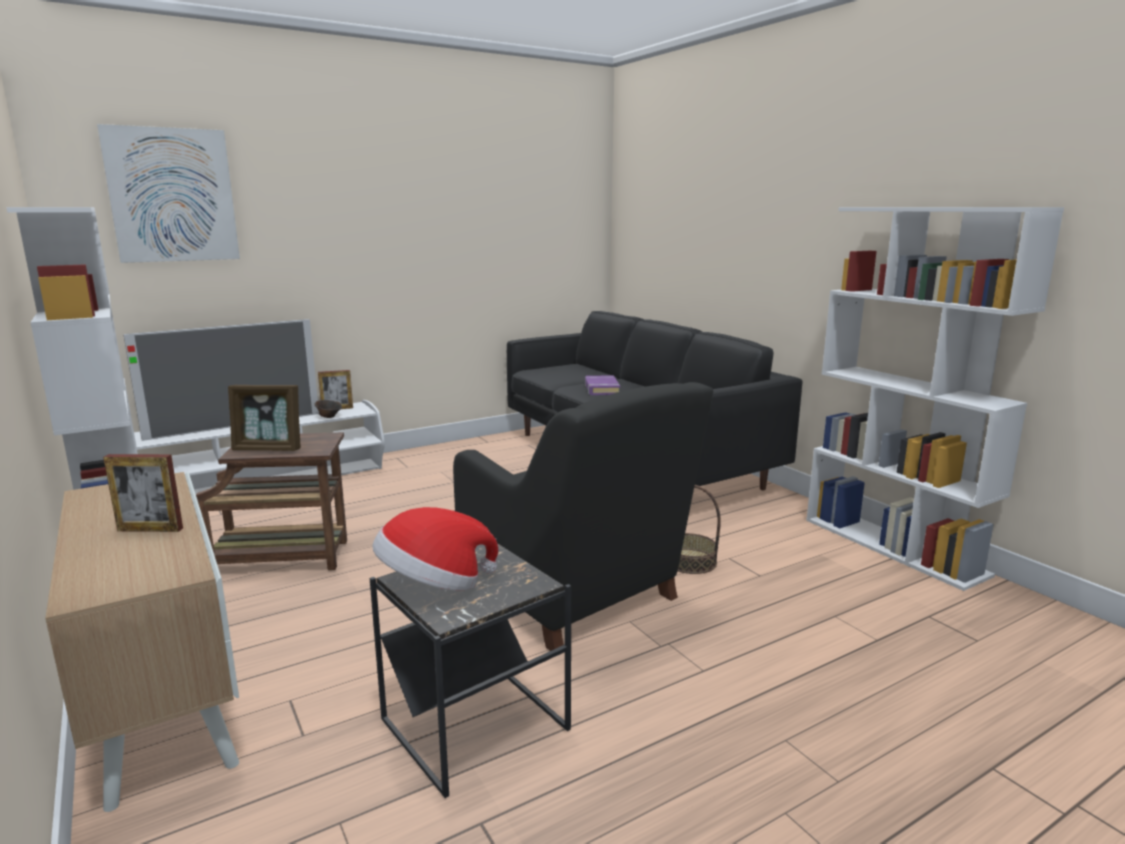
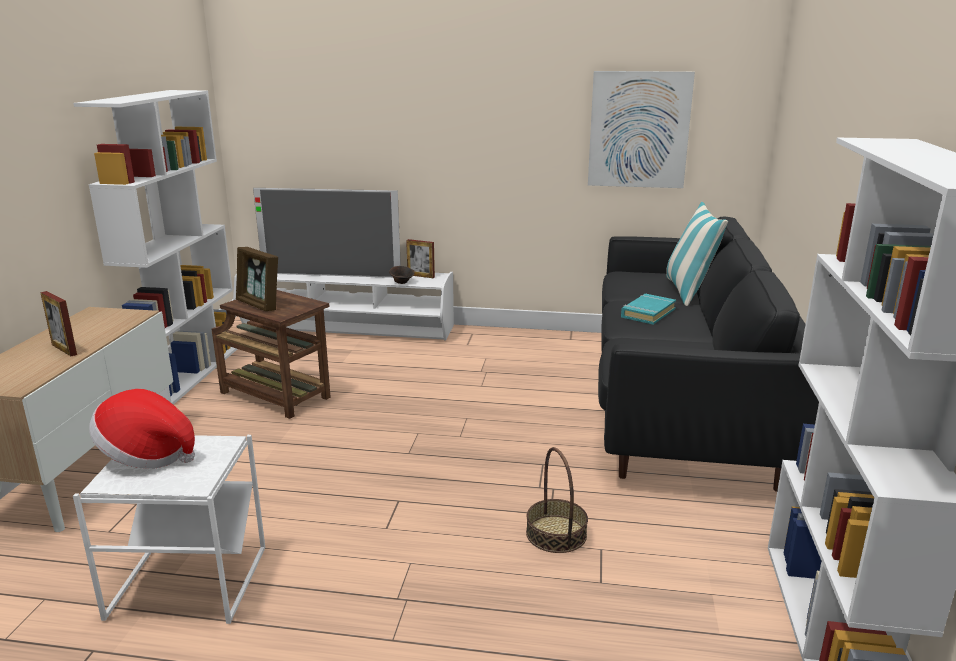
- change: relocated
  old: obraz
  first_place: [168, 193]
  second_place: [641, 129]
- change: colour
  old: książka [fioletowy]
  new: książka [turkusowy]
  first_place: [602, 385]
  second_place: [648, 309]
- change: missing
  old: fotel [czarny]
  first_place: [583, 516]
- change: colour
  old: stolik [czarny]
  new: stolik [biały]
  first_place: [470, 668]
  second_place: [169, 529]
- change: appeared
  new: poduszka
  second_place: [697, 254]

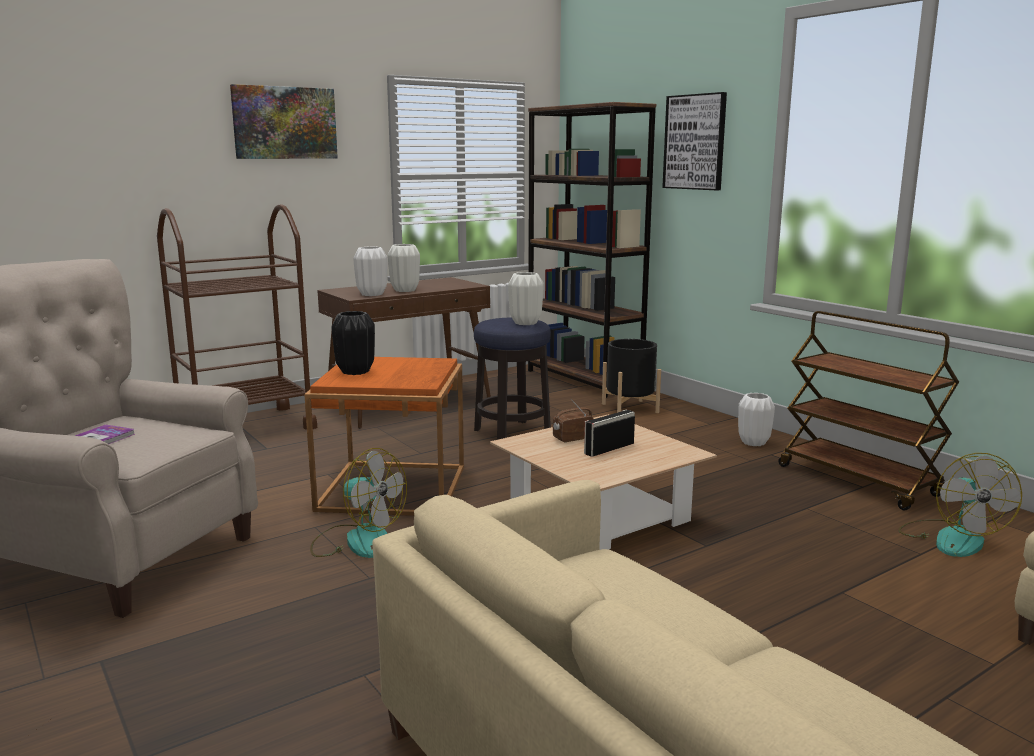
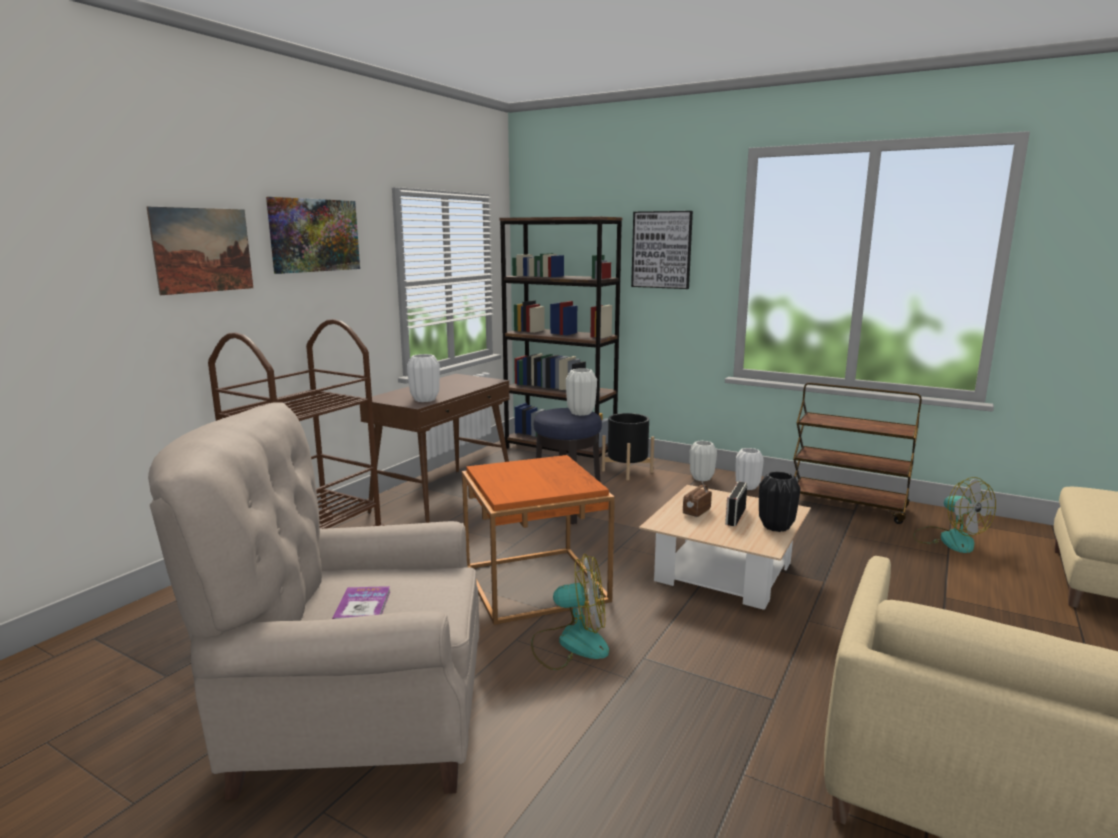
- change: relocated
  old: wazon [biały]
  first_place: [404, 268]
  second_place: [703, 461]
- change: relocated
  old: wazon [czarny]
  first_place: [353, 343]
  second_place: [780, 501]
- change: appeared
  new: obraz
  second_place: [200, 251]

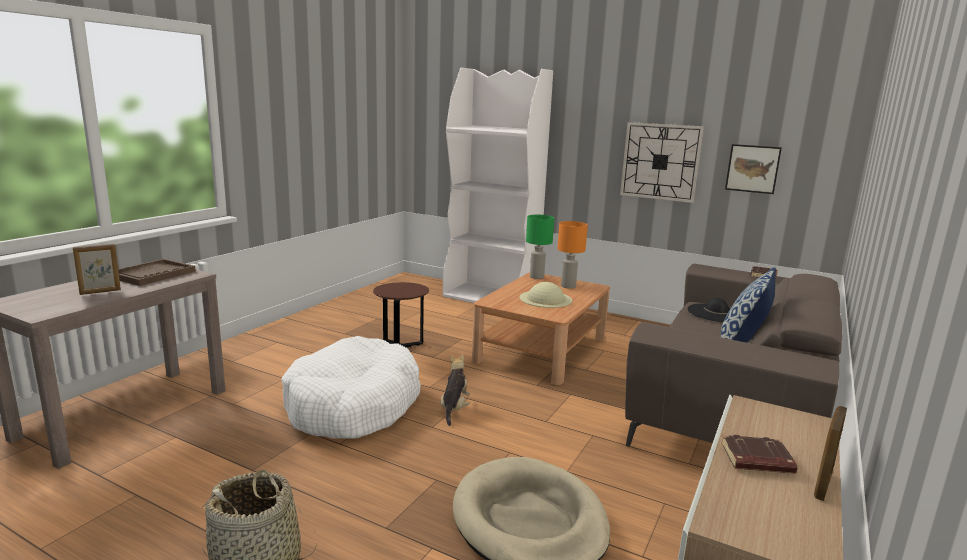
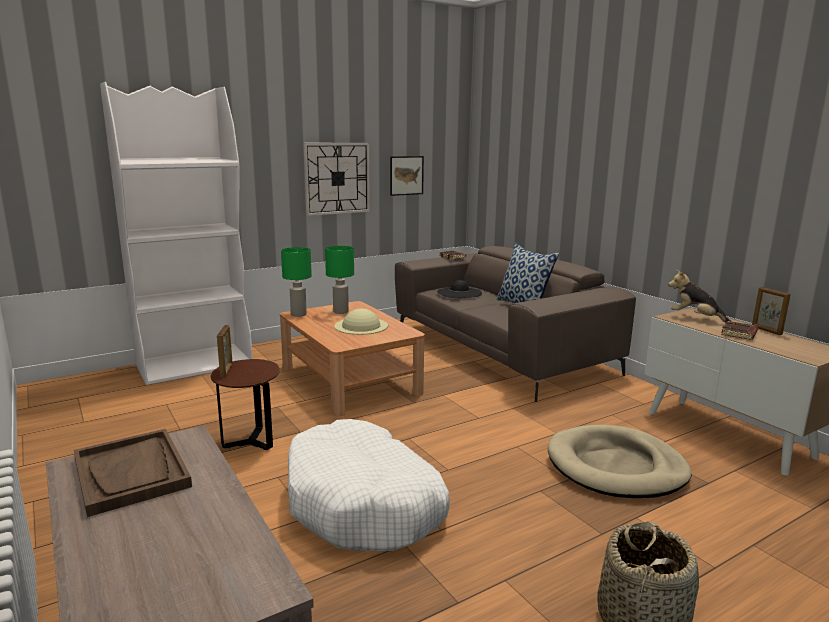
- change: colour
  old: lampa stołowa [pomarańczowy]
  new: lampa stołowa [zielony]
  first_place: [572, 255]
  second_place: [339, 280]
- change: relocated
  old: ramka na zdjęcie
  first_place: [97, 269]
  second_place: [225, 351]
- change: relocated
  old: pluszak
  first_place: [455, 390]
  second_place: [700, 296]

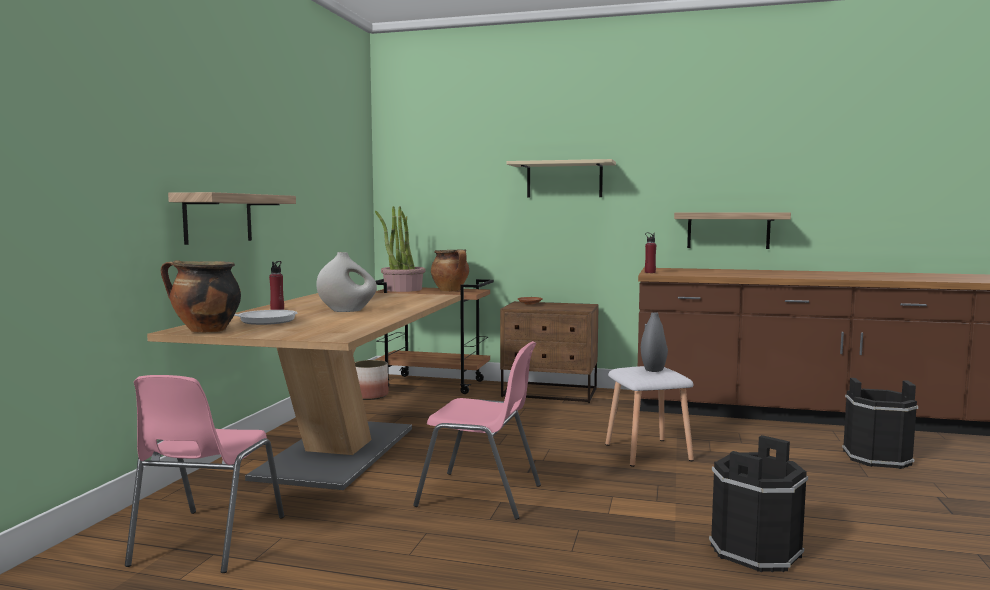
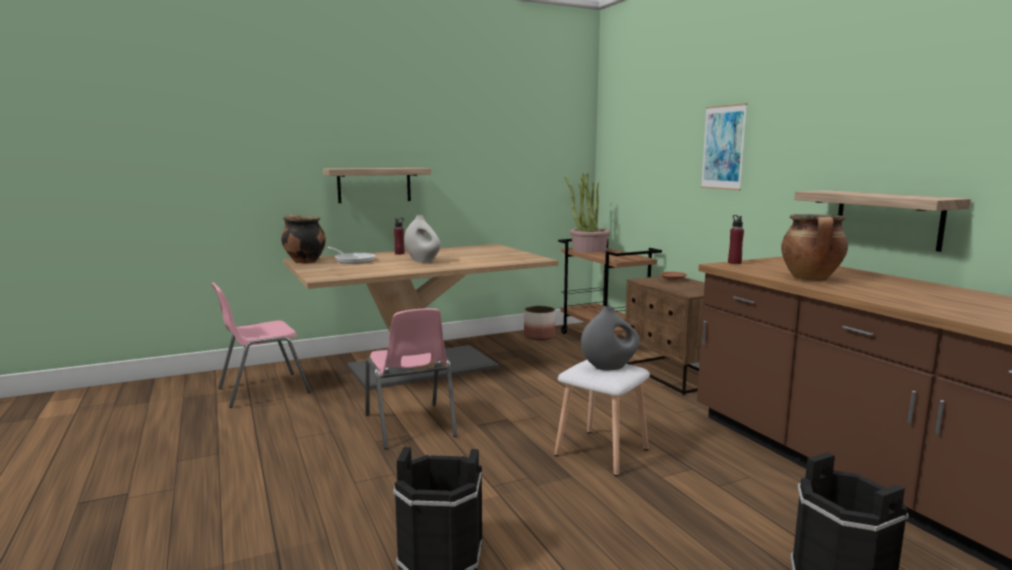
- change: exchanged
  old: półka [beżowy]
  new: obraz
  first_place: [561, 178]
  second_place: [724, 146]
- change: relocated
  old: garnek
  first_place: [450, 270]
  second_place: [814, 247]

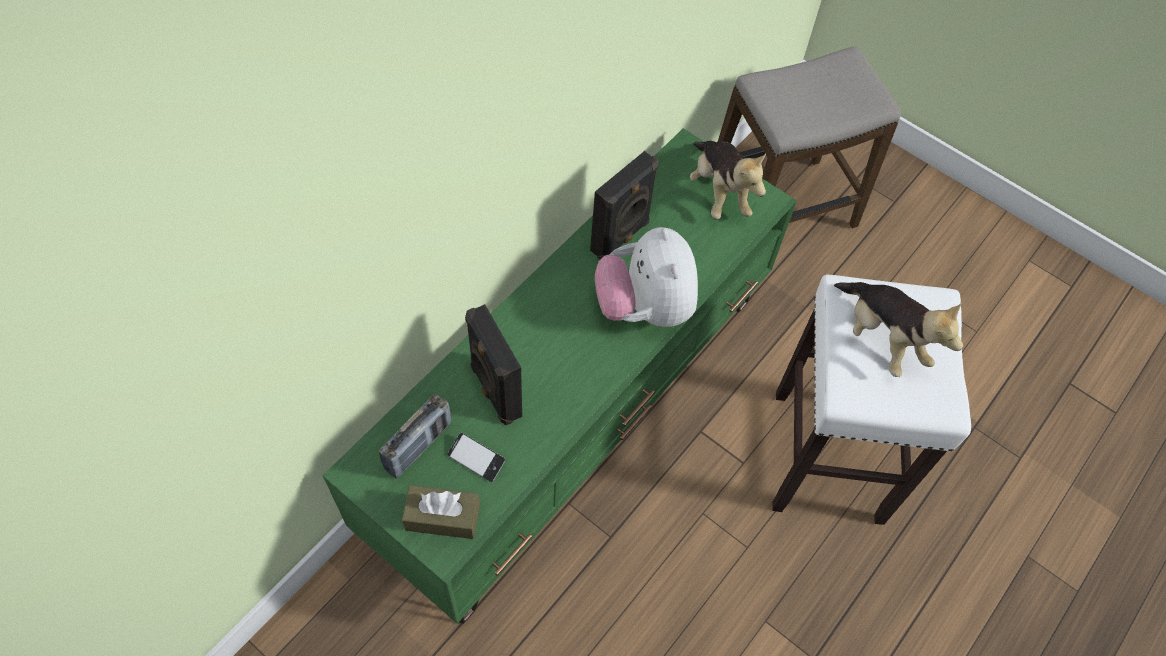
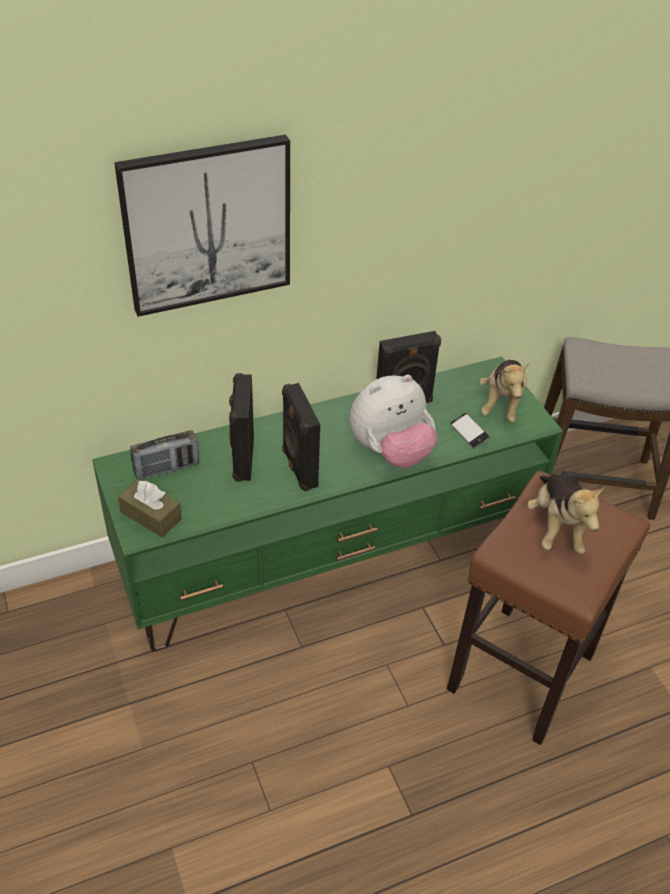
- change: spun
  old: pluszak
  first_place: [646, 277]
  second_place: [393, 421]
  degrees: -135
- change: colour
  old: stołek [biały]
  new: stołek [brązowy]
  first_place: [871, 400]
  second_place: [548, 608]
- change: relocated
  old: telefon
  first_place: [476, 457]
  second_place: [470, 431]
- change: appeared
  new: obraz
  second_place: [202, 225]
- change: appeared
  new: głośnik [czarny]
  second_place: [301, 437]

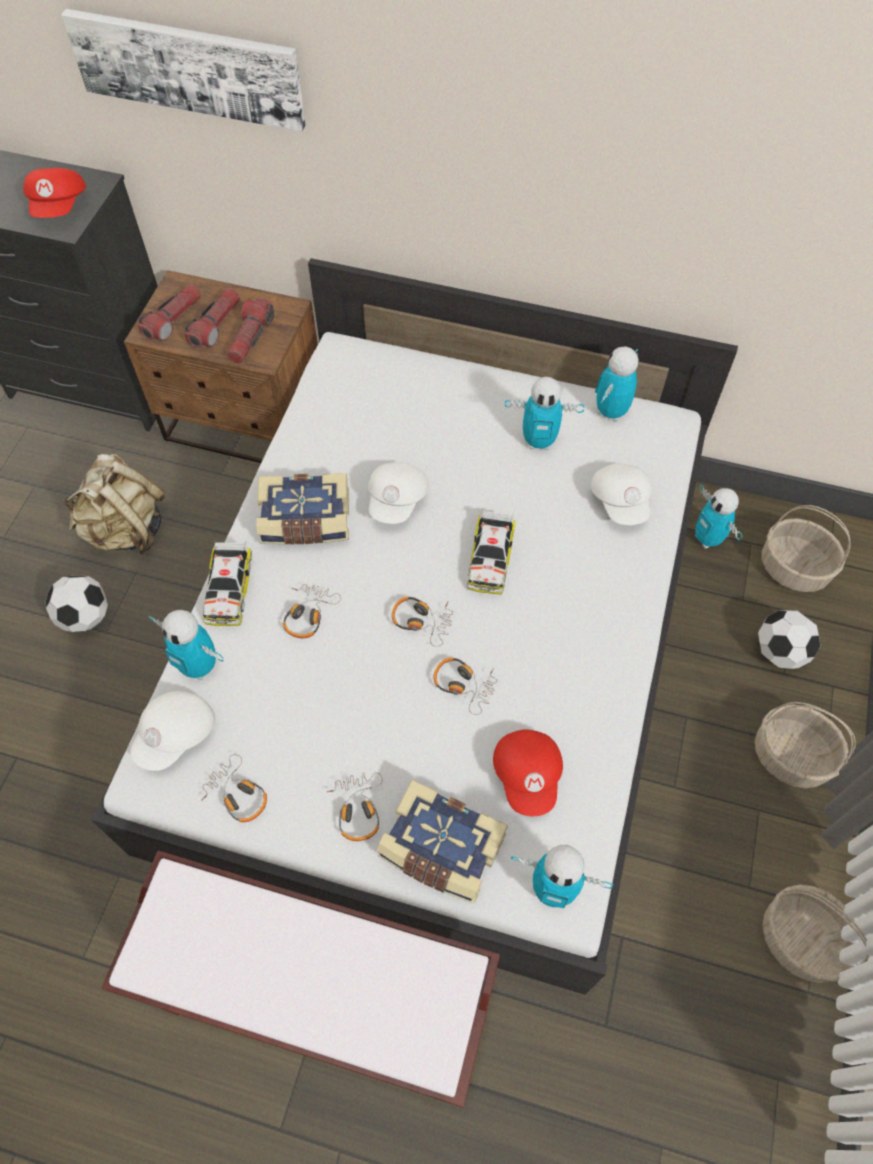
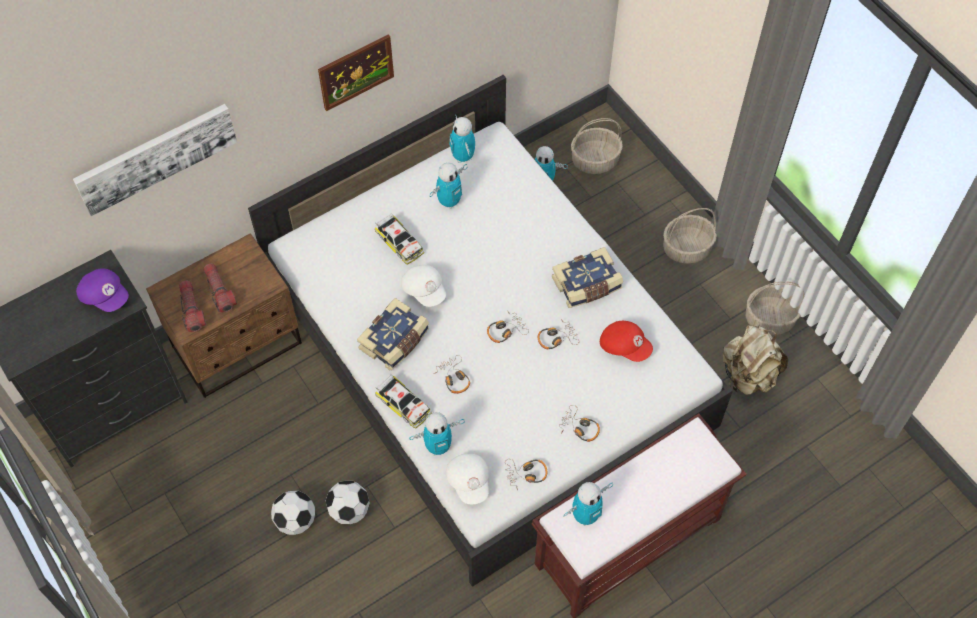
- change: colour
  old: czapka z daszkiem [czerwony]
  new: czapka z daszkiem [fioletowy]
  first_place: [54, 193]
  second_place: [102, 290]
- change: missing
  old: latarka
  first_place: [250, 331]
- change: relocated
  old: plecak [beżowy]
  first_place: [114, 504]
  second_place: [755, 360]
- change: missing
  old: czapka z daszkiem [biały]
  first_place: [621, 494]
- change: relocated
  old: samochodzik
  first_place: [492, 553]
  second_place: [399, 238]
- change: relocated
  old: piłka futbolowa
  first_place: [789, 639]
  second_place: [348, 502]
- change: relocated
  old: książka
  first_place: [442, 842]
  second_place: [587, 277]
- change: relocated
  old: robot zabawkowy
  first_place: [562, 876]
  second_place: [588, 504]
- change: appeared
  new: obraz
  second_place: [356, 72]

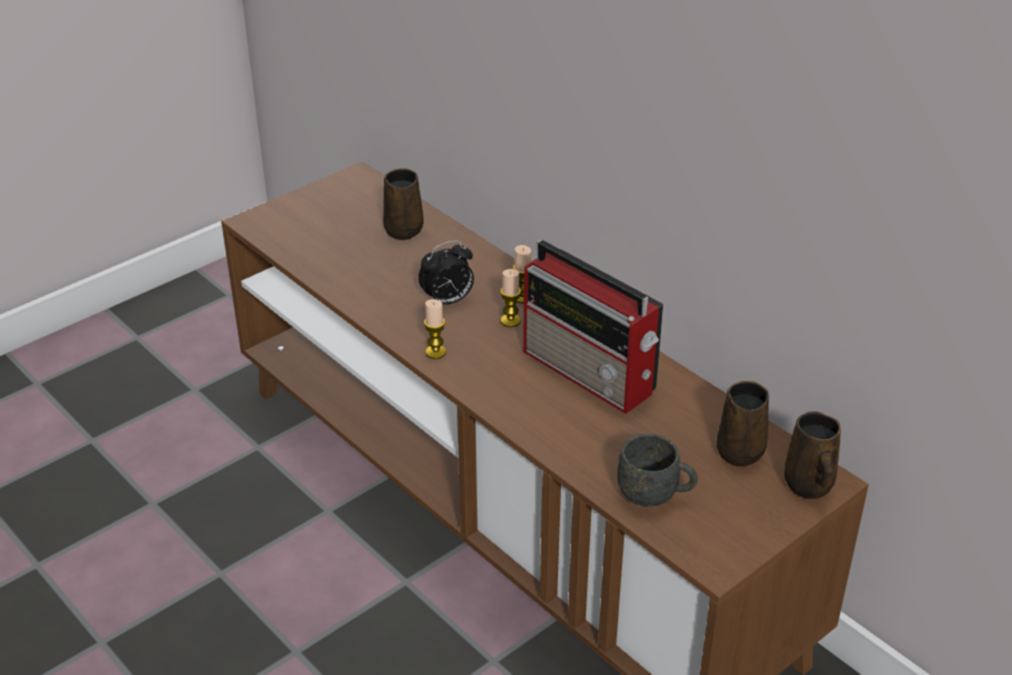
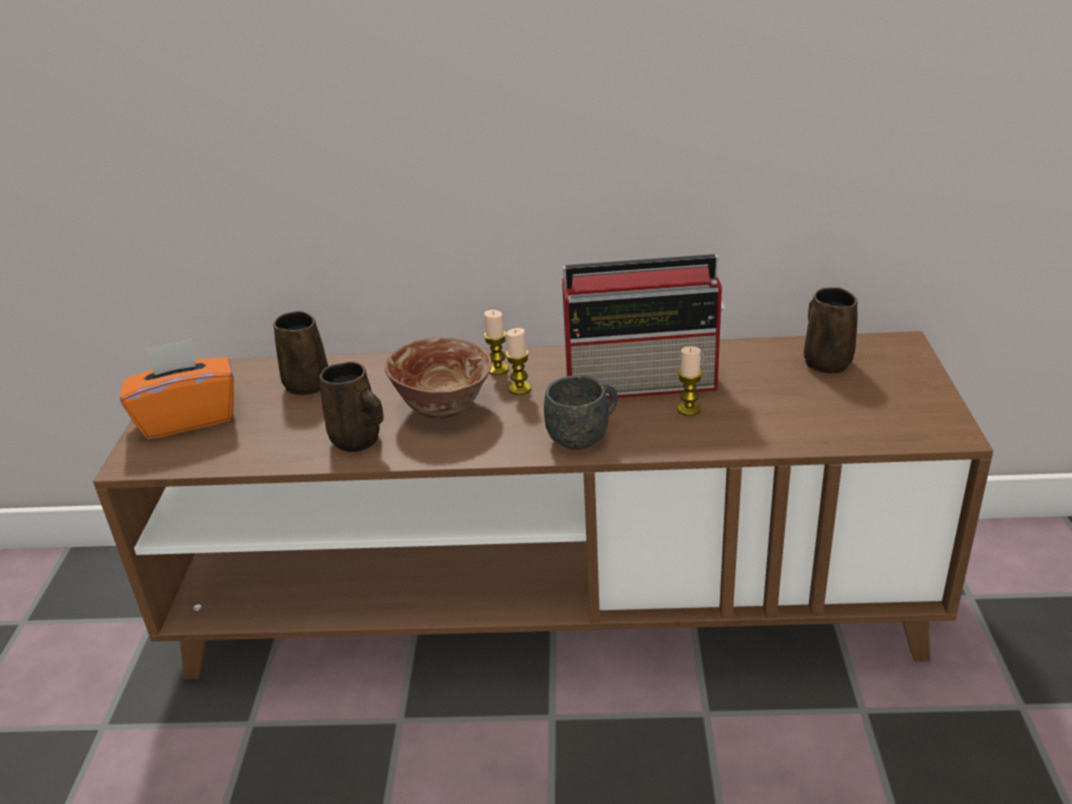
- change: exchanged
  old: budzik
  new: miska
  first_place: [446, 272]
  second_place: [438, 378]
- change: relocated
  old: świeca
  first_place: [435, 329]
  second_place: [689, 381]
- change: relocated
  old: kubek [brązowy]
  first_place: [812, 455]
  second_place: [352, 406]
- change: relocated
  old: kubek [szary]
  first_place: [657, 470]
  second_place: [581, 413]
- change: appeared
  new: pudełko chusteczek [pomarańczowy]
  second_place: [177, 388]

